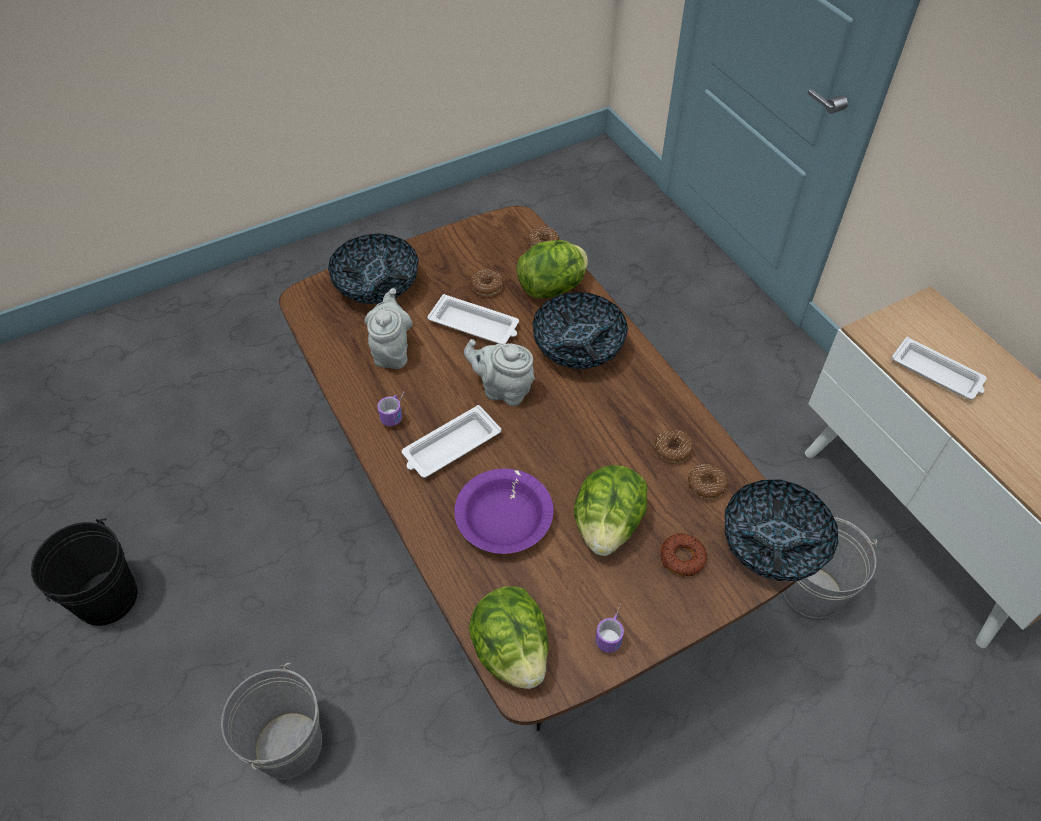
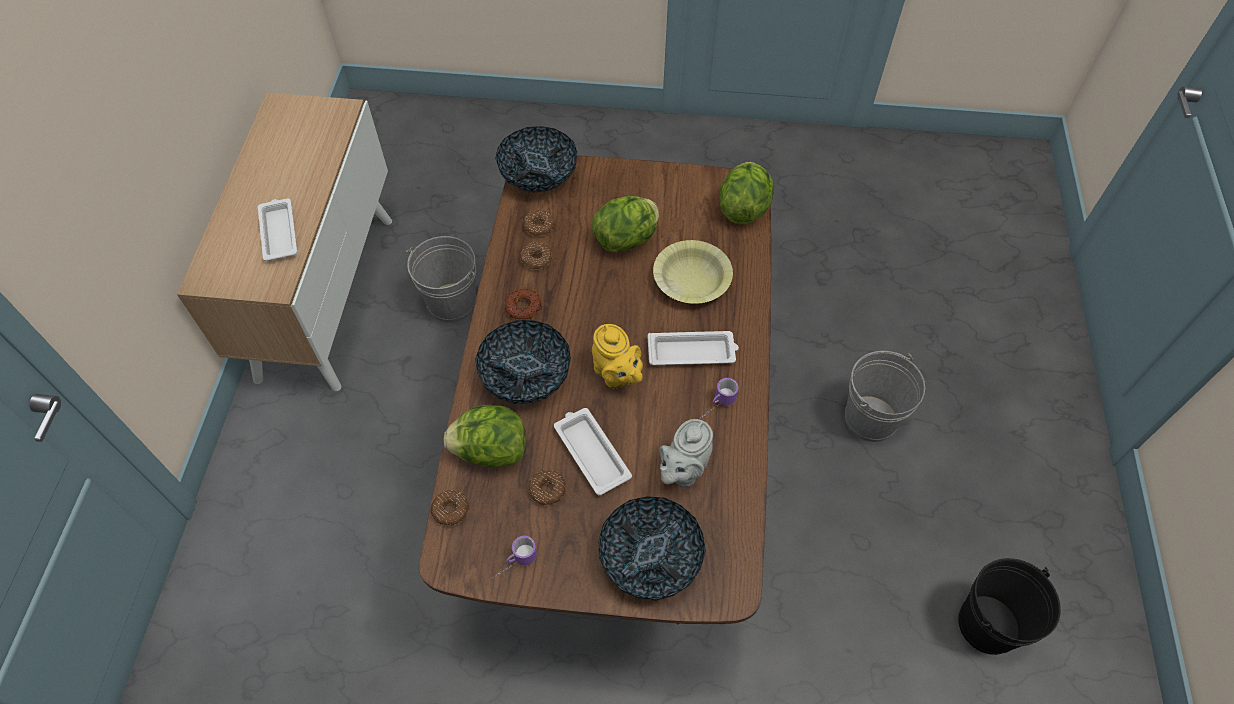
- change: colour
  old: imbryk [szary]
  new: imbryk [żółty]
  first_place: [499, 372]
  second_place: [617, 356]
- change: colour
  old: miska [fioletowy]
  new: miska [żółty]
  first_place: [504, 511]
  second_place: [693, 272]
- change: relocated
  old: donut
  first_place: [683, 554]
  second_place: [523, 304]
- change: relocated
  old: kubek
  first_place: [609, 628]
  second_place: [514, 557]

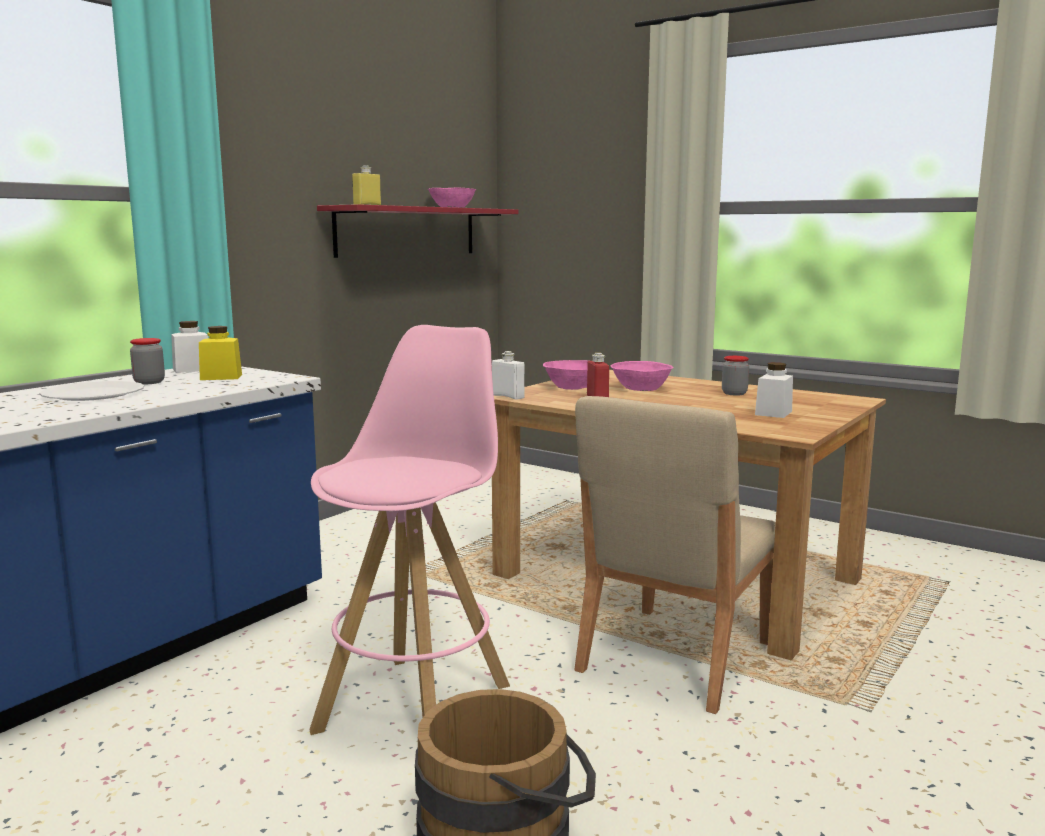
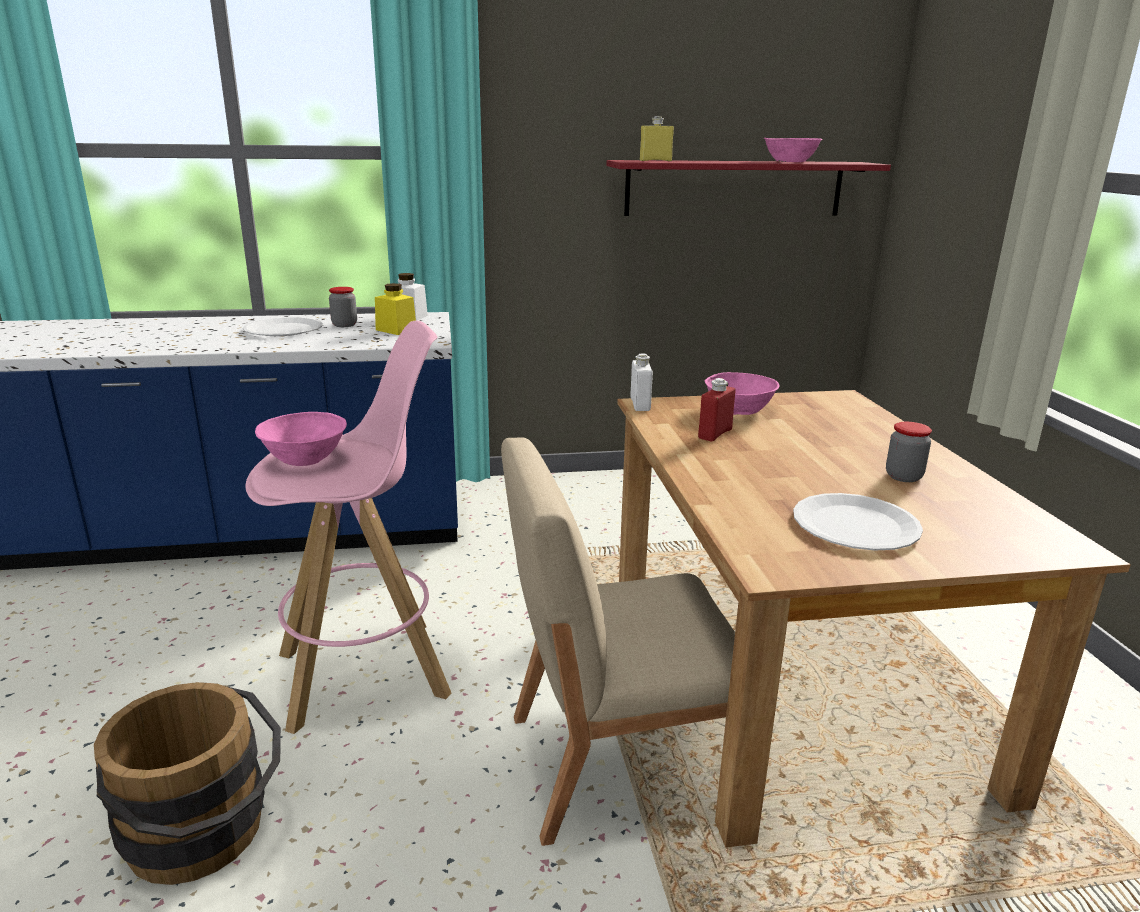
- change: relocated
  old: miska [różowy]
  first_place: [642, 376]
  second_place: [301, 439]
- change: exchanged
  old: słoik [biały]
  new: talerz [biały]
  first_place: [774, 390]
  second_place: [858, 522]

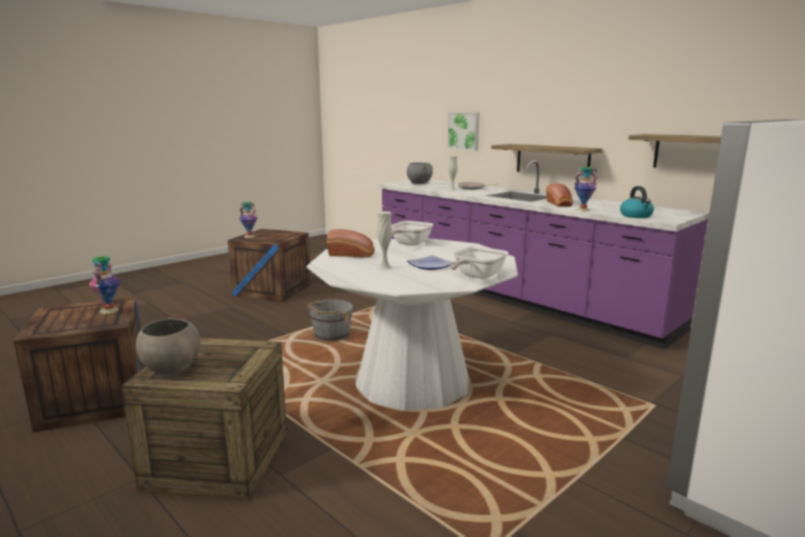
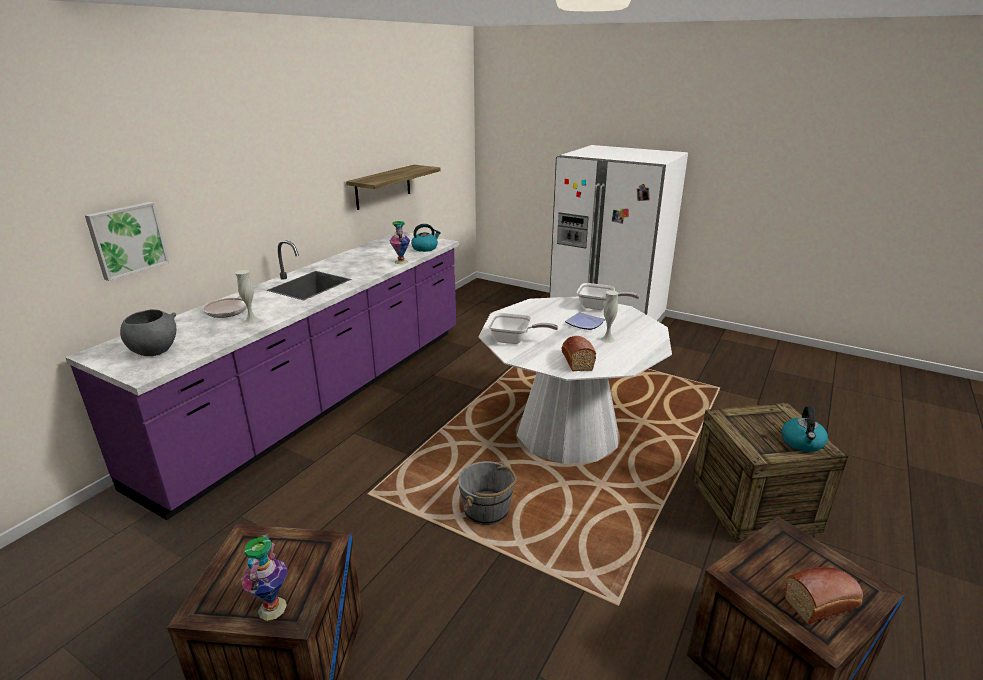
- change: missing
  old: półka
  first_place: [546, 158]
- change: relocated
  old: chleb
  first_place: [559, 195]
  second_place: [824, 595]
- change: missing
  old: wazon
  first_place: [105, 285]
- change: exchanged
  old: miska [szary]
  new: czajnik
  first_place: [168, 347]
  second_place: [805, 429]

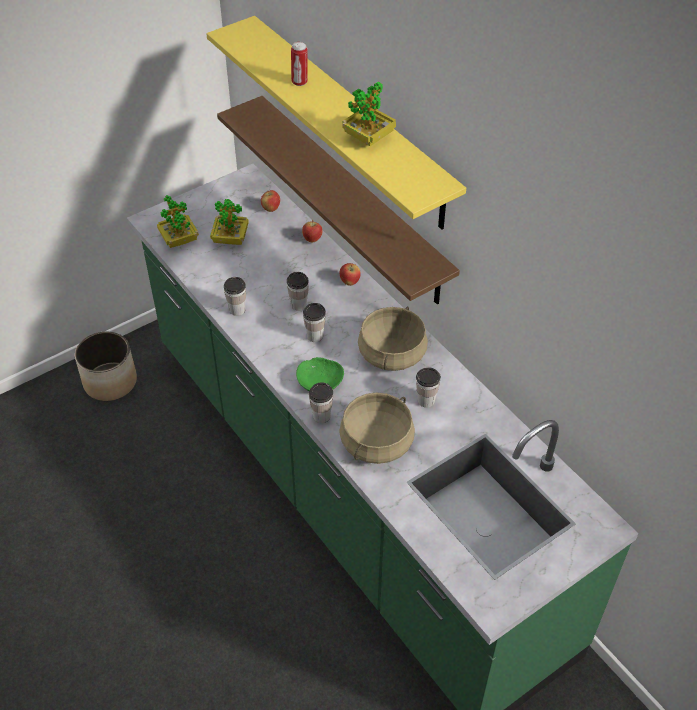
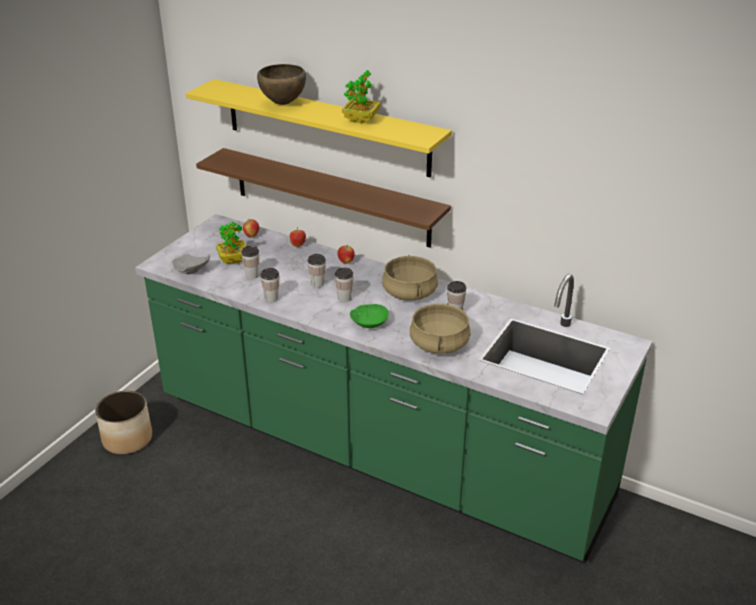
- change: exchanged
  old: puszka
  new: miska [brązowy]
  first_place: [299, 64]
  second_place: [281, 84]
- change: exchanged
  old: roślina doniczkowa
  new: talerz [szary]
  first_place: [178, 221]
  second_place: [191, 264]
- change: relocated
  old: filiżanka
  first_place: [321, 402]
  second_place: [250, 262]

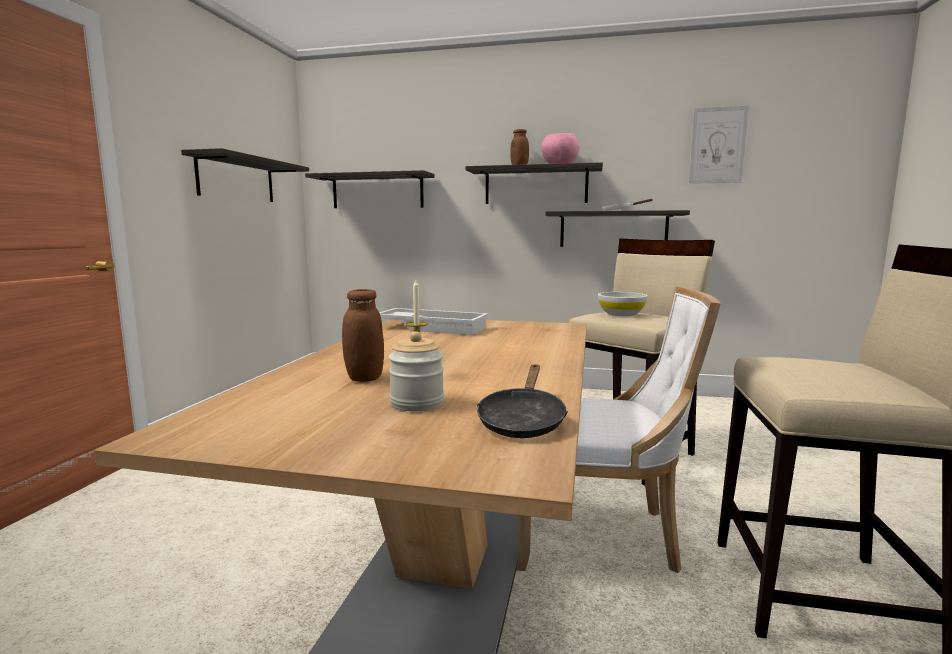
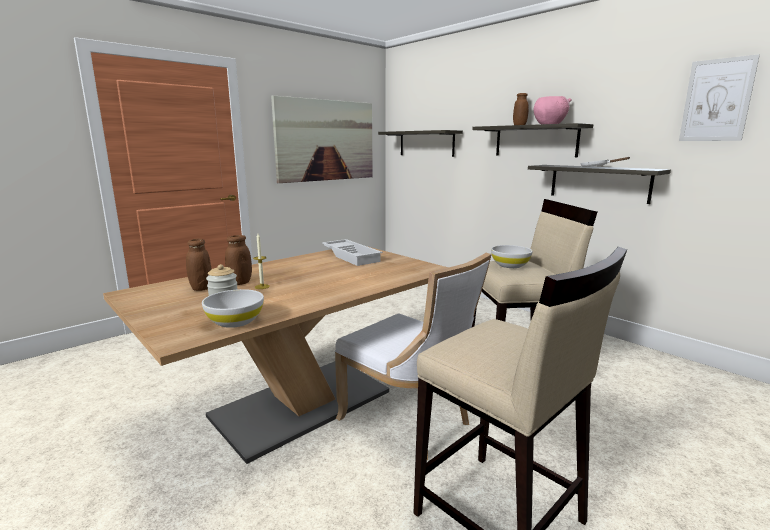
- change: exchanged
  old: półka
  new: obraz
  first_place: [245, 175]
  second_place: [322, 139]
- change: exchanged
  old: patelnia [czarny]
  new: miska [biały]
  first_place: [522, 401]
  second_place: [233, 308]
- change: appeared
  new: słoik [brązowy]
  second_place: [199, 265]

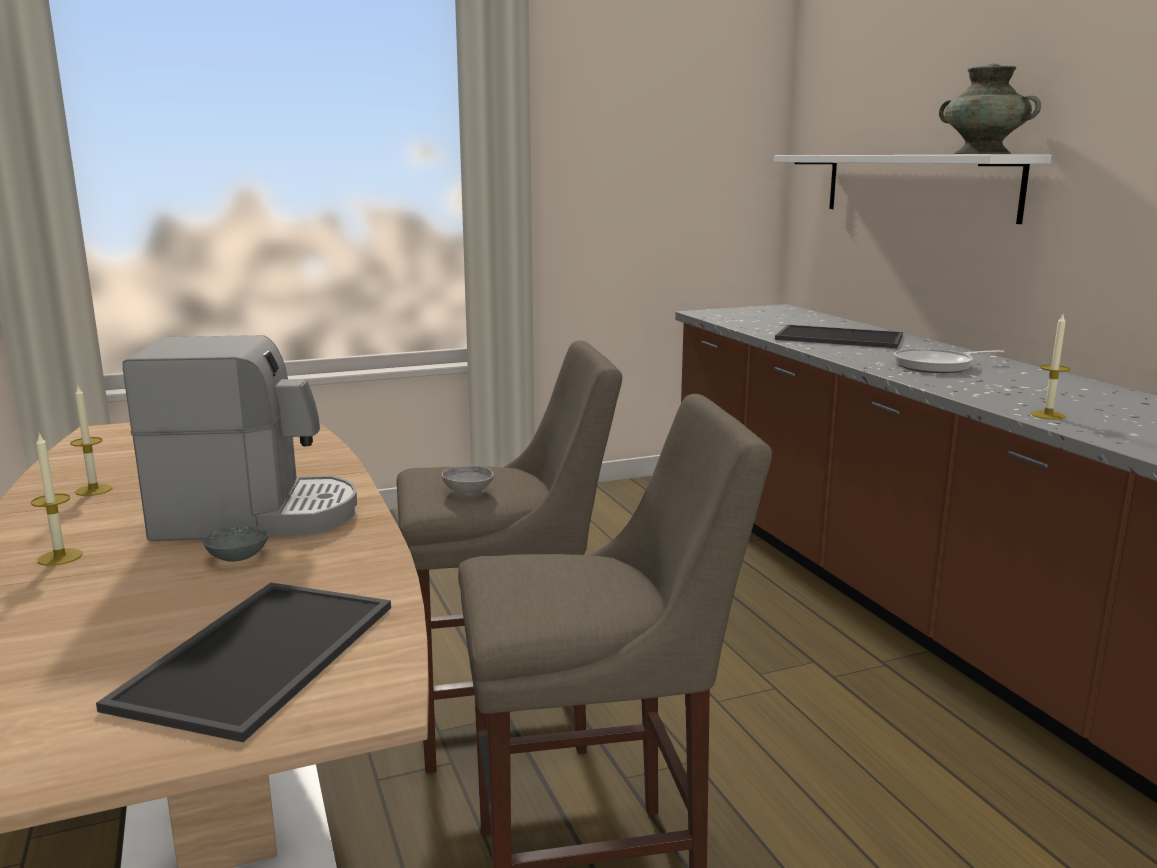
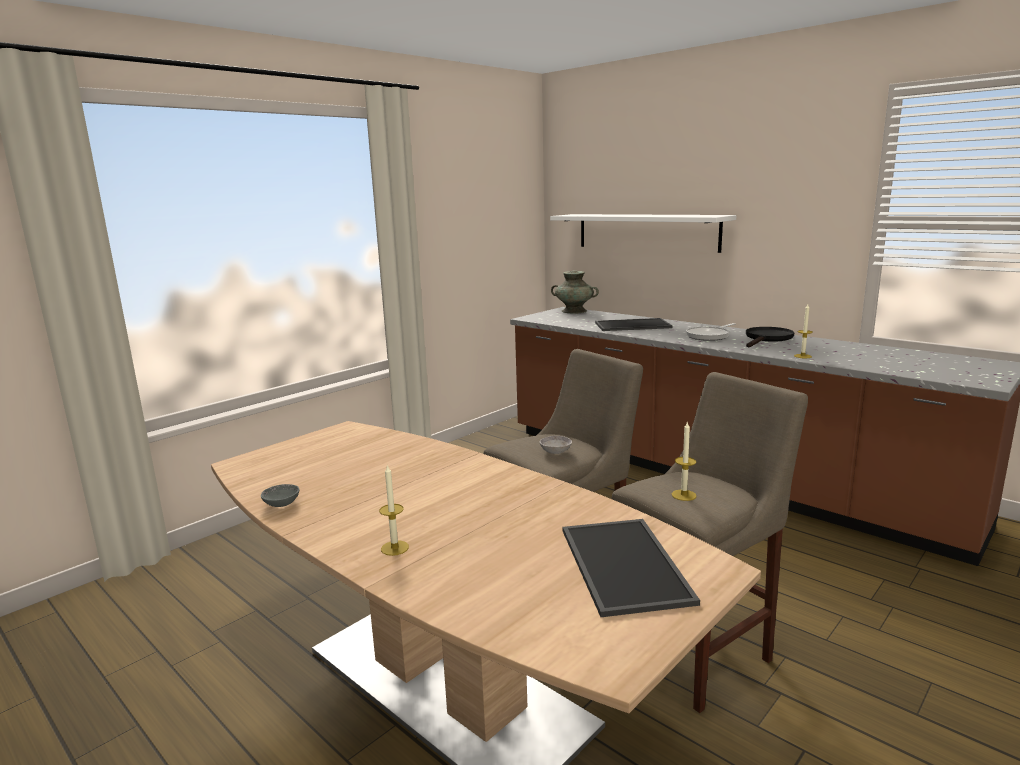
- change: relocated
  old: wazon [turkusowy]
  first_place: [990, 109]
  second_place: [575, 292]
- change: missing
  old: ekspres do kawy
  first_place: [240, 438]
- change: relocated
  old: świeca
  first_place: [91, 441]
  second_place: [684, 461]
- change: relocated
  old: miska [szary]
  first_place: [236, 543]
  second_place: [280, 495]
- change: appeared
  new: patelnia [czarny]
  second_place: [770, 337]

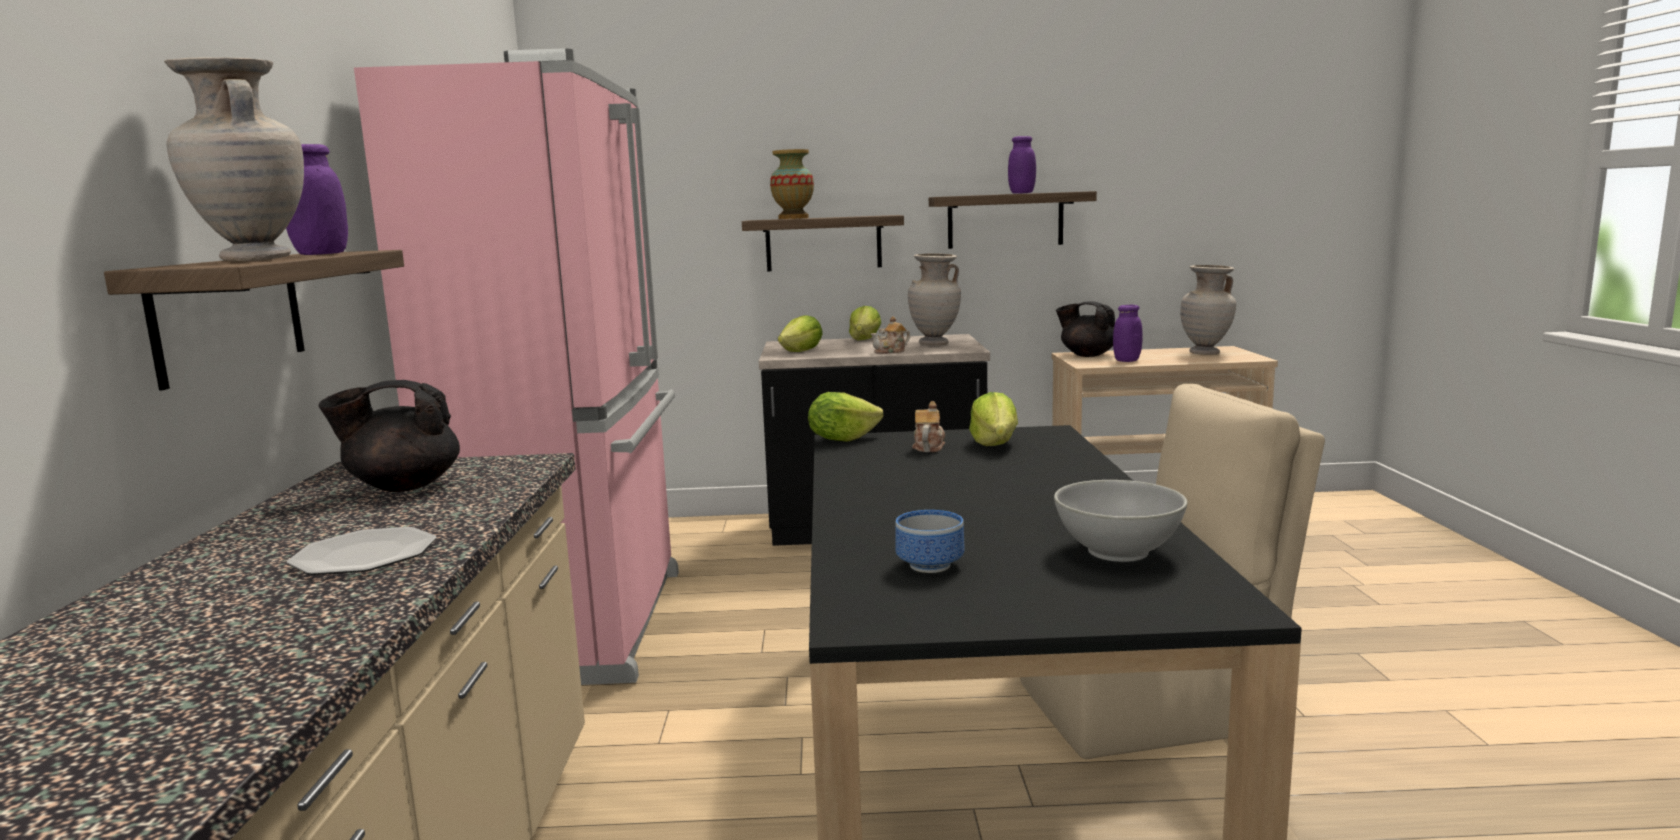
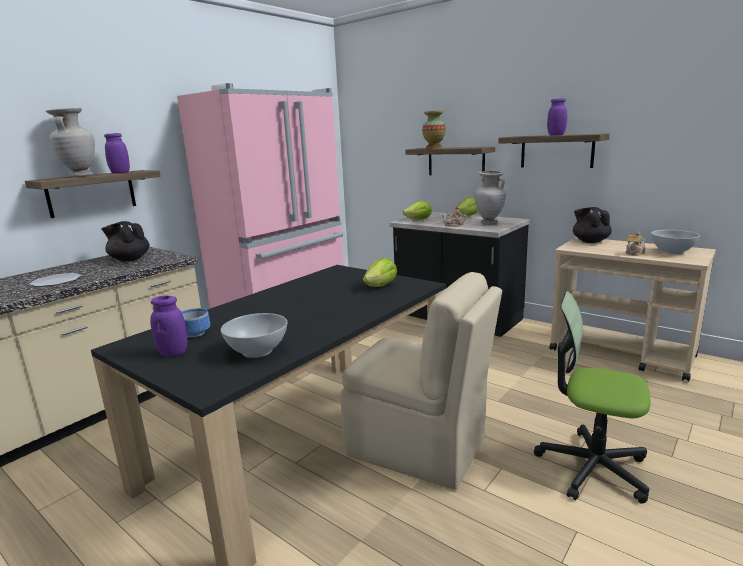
- change: exchanged
  old: wazon [beżowy]
  new: miska [biały]
  first_place: [1208, 310]
  second_place: [675, 242]
- change: relocated
  old: słoik [fioletowy]
  first_place: [1128, 333]
  second_place: [169, 326]
- change: missing
  old: sałata
  first_place: [845, 416]
- change: relocated
  old: imbryk
  first_place: [928, 426]
  second_place: [635, 244]
- change: appeared
  new: krzesło biurowe
  second_place: [592, 397]

